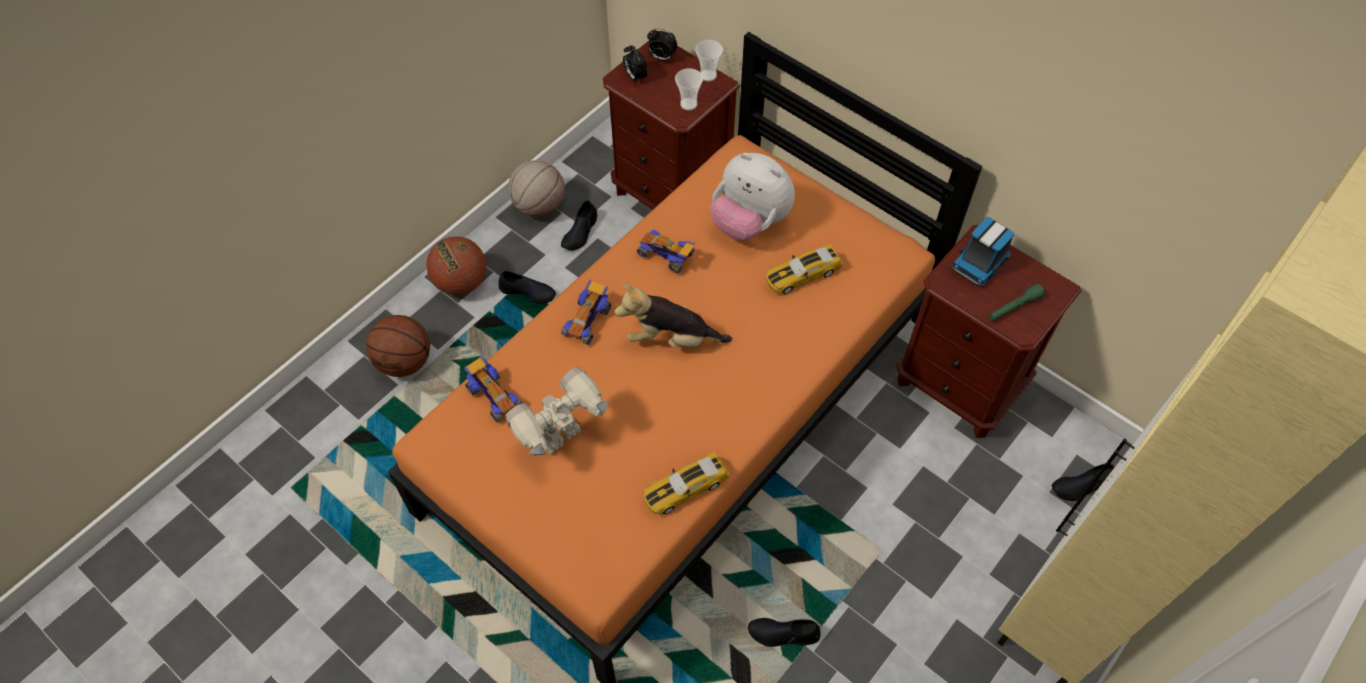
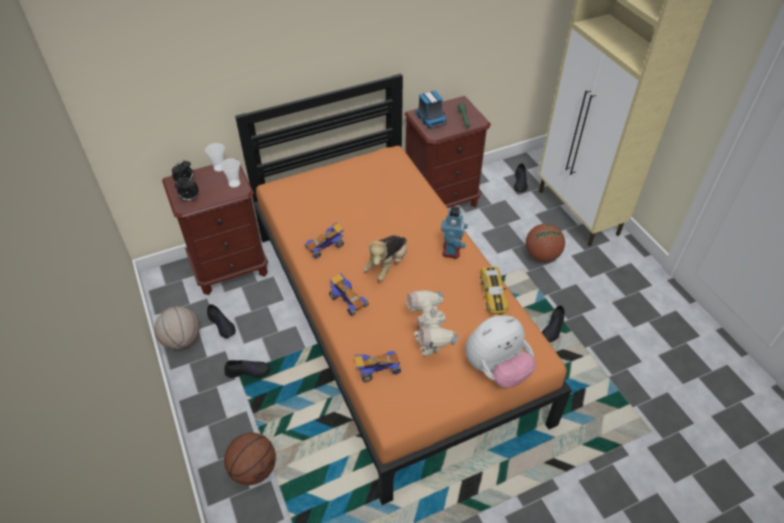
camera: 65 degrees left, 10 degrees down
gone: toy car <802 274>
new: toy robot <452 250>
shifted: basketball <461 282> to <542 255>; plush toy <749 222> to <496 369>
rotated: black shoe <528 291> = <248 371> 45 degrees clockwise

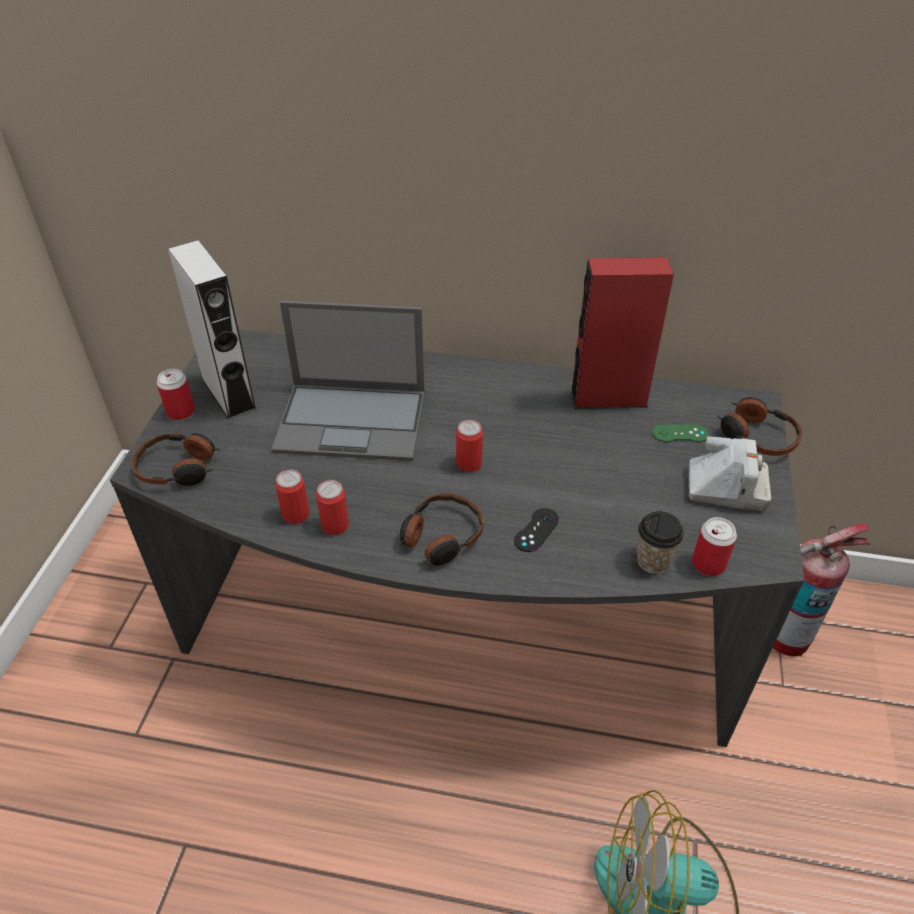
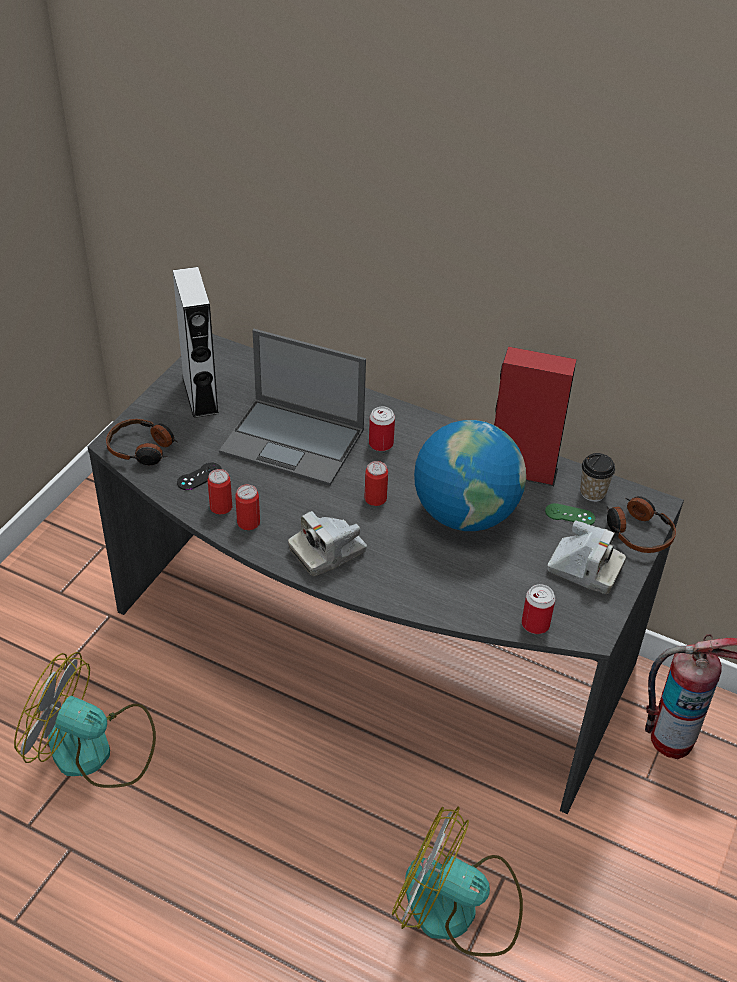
camera: 15 degrees right, 0 degrees up
new: fan <95 750>; globe <464 514>
shifted: can <181 412> to <381 444>; black game controller <536 530> to <199 476>; cup <653 561> to <592 493>
swapped: headphones <440 537> to photo camera <327 552>

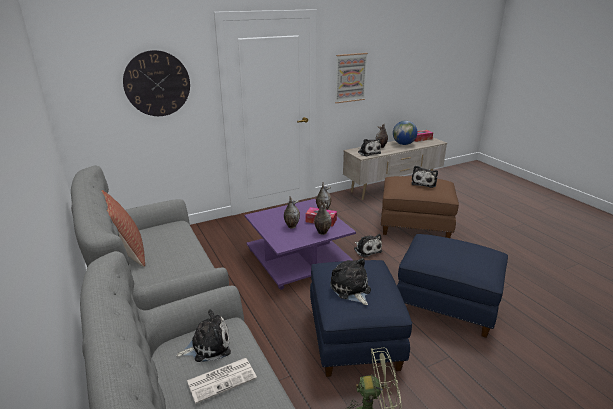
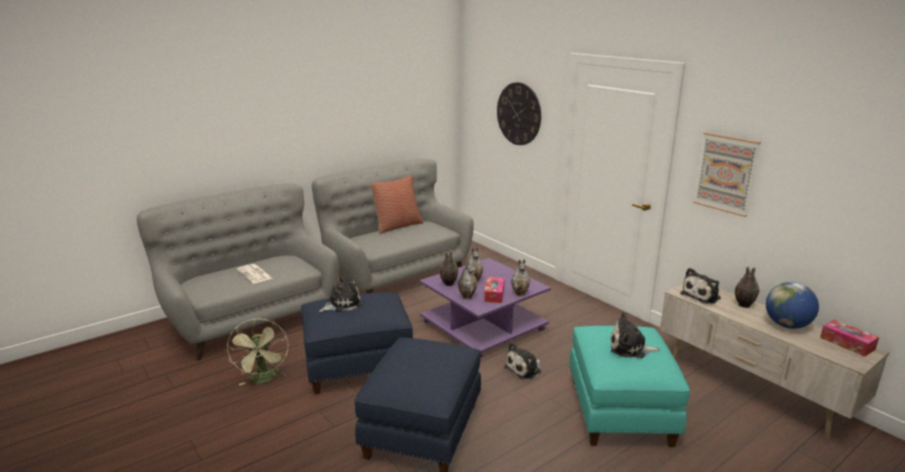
camera: 80 degrees right, 5 degrees down
gone: plush toy <208 346>
new: vase <448 284>
repainted: brown ottoman <415 225> to turquoise ottoman <621 412>

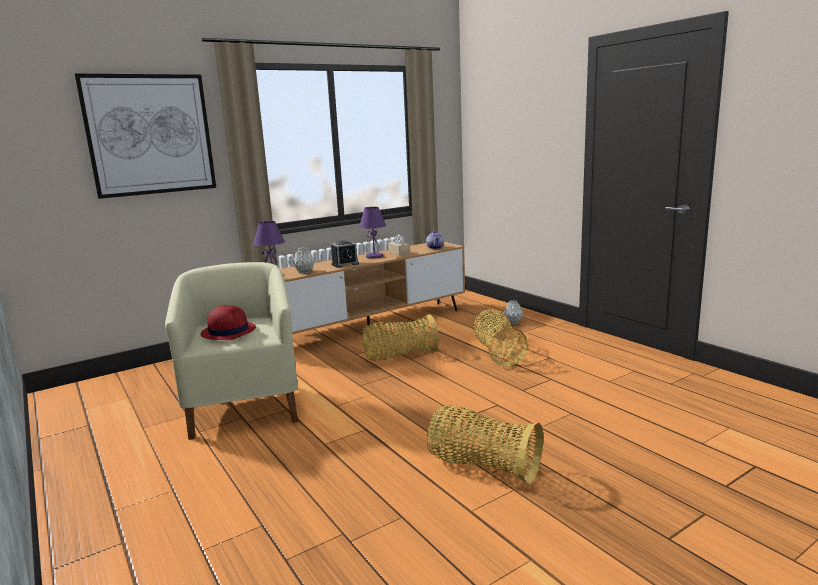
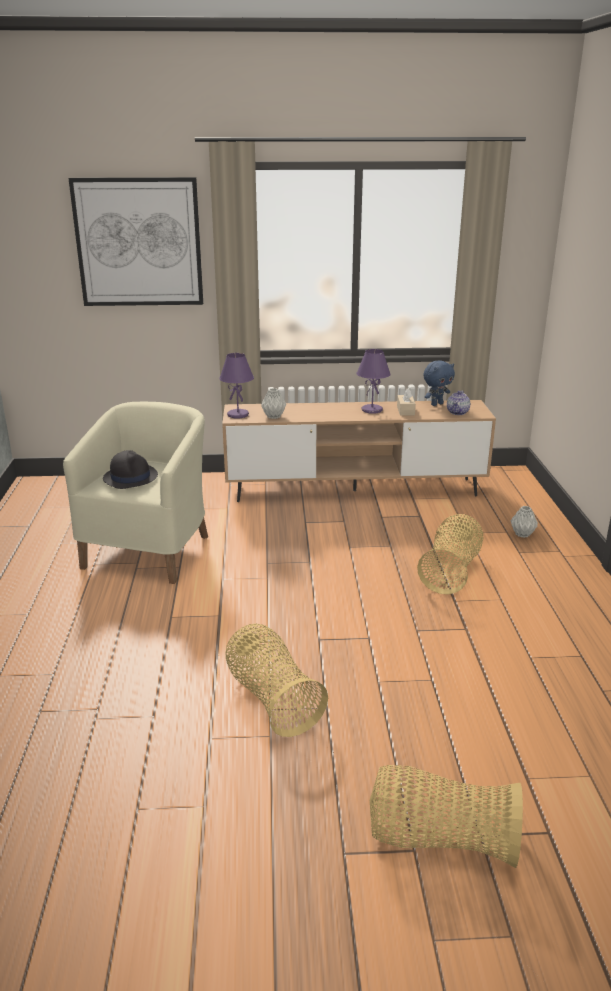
camera: 30 degrees right, 10 degrees up
gone: alarm clock <345 264>
new: blue plush toy <436 404>
shifted: basket <399 356> to <440 839>
repainted: red hat <228 331> to black hat <130 477>

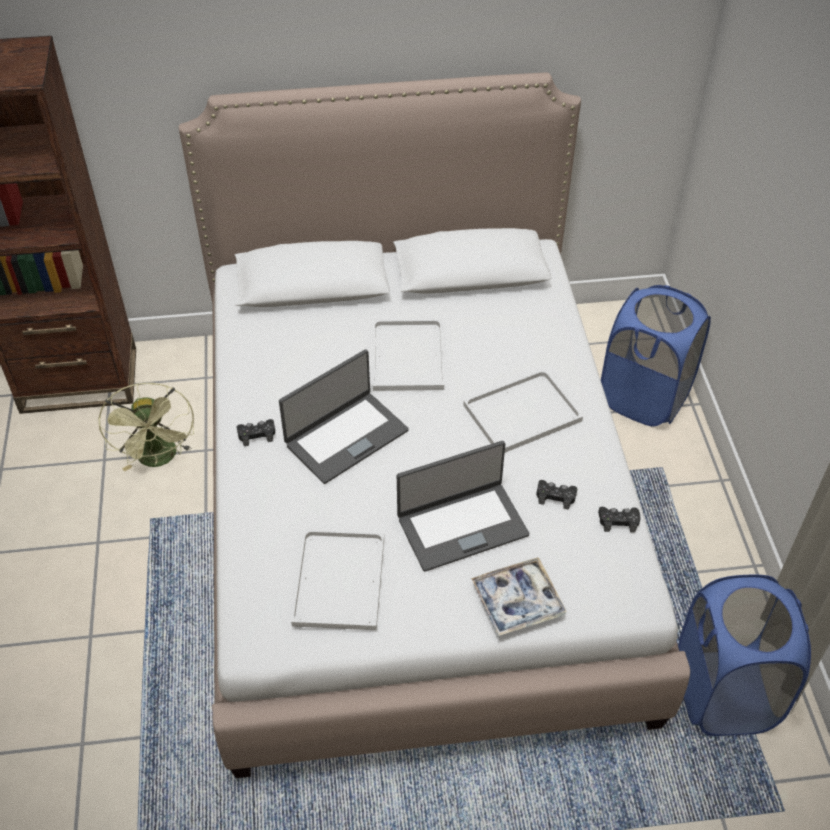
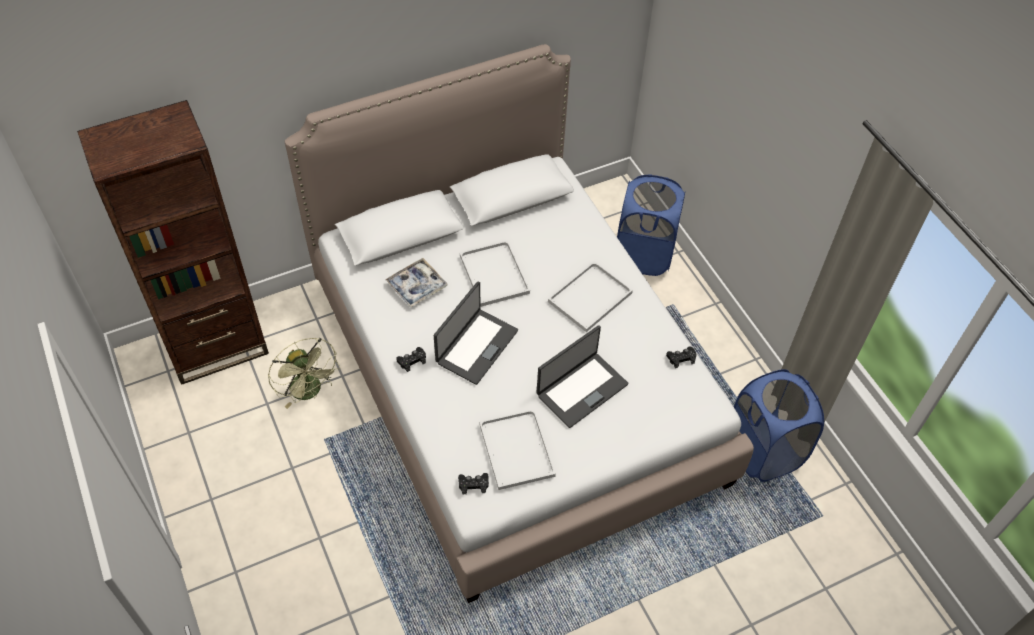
camera: 20 degrees left, 5 degrees up
shifted: tray <517 601> to <417 286>; black game controller <555 496> to <473 484>

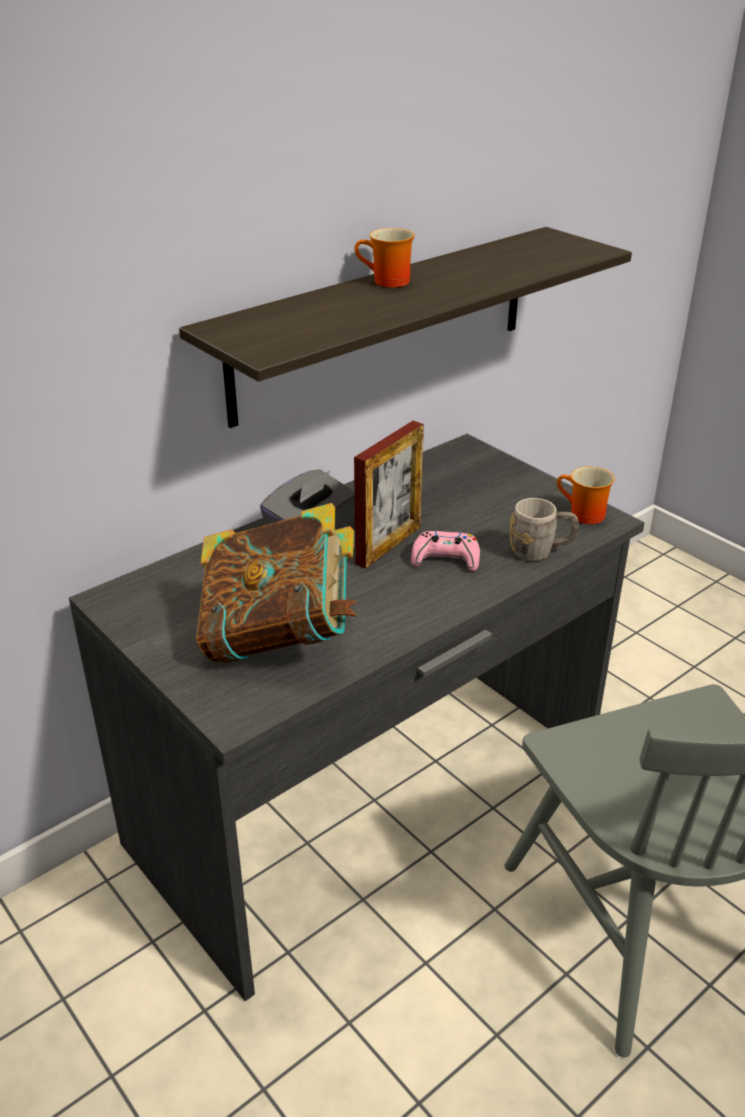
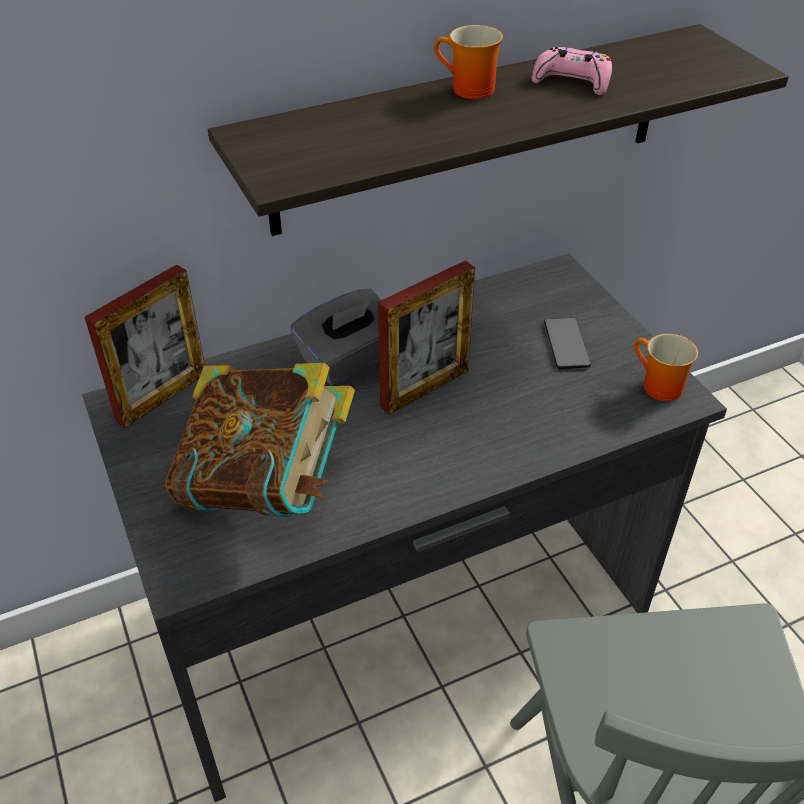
camera: 15 degrees right, 10 degrees up
gone: grey mug <540 552>
new: picture frame <162 397>; phone <566 344>
shifted: pink game controller <445 559> to <572 81>

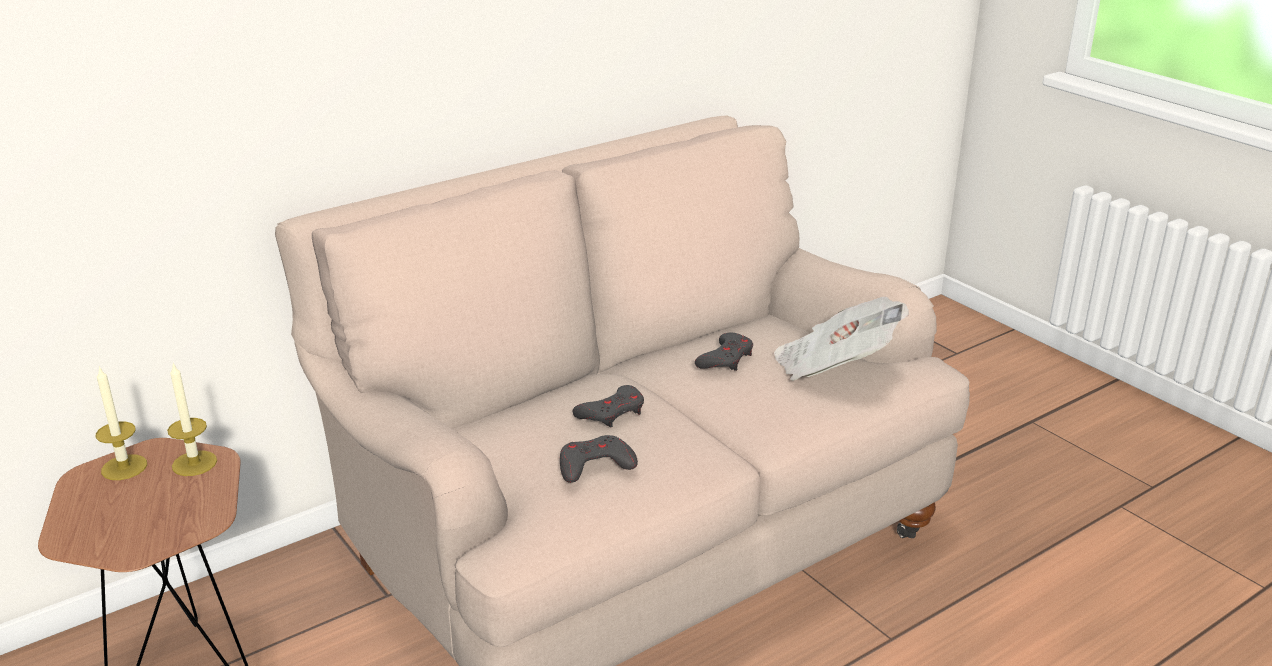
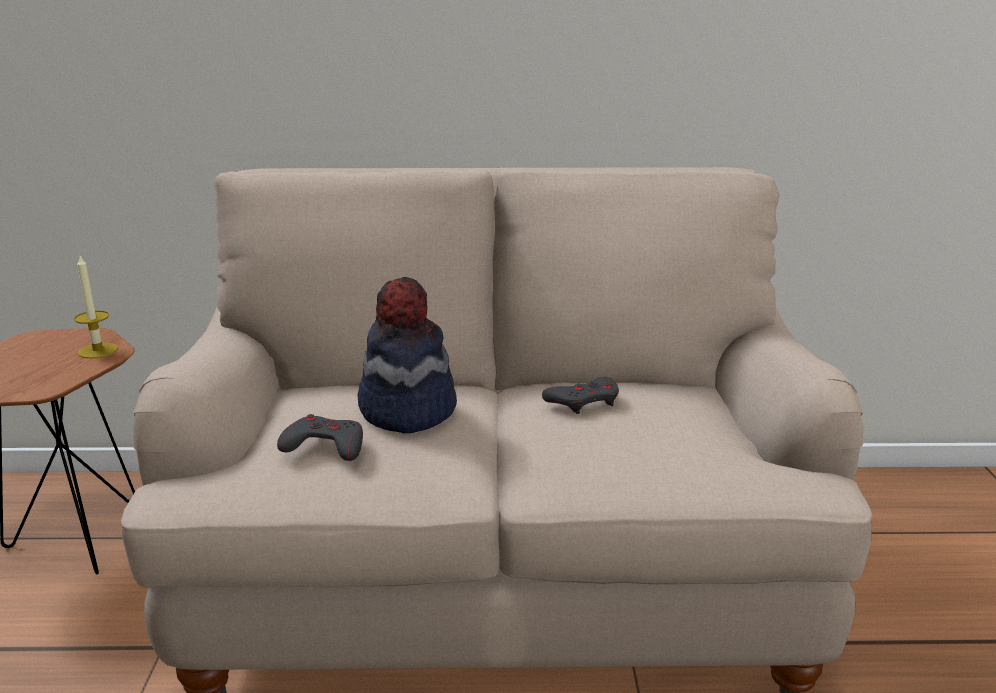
camera: 35 degrees right, 5 degrees down
gone: candle <124 467>; newspaper <834 367>
swapped: grey game controller <612 412> to hat <406 409>

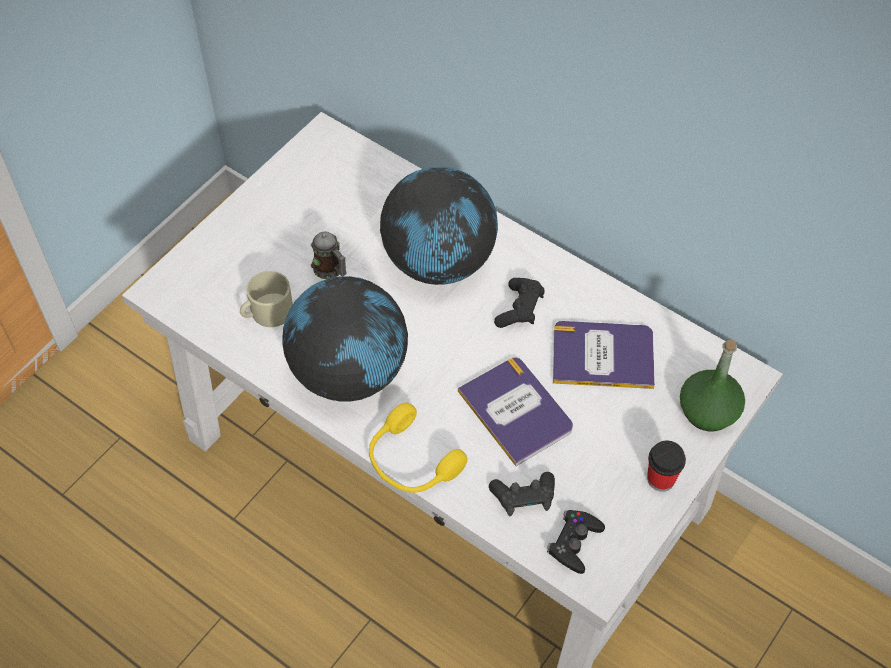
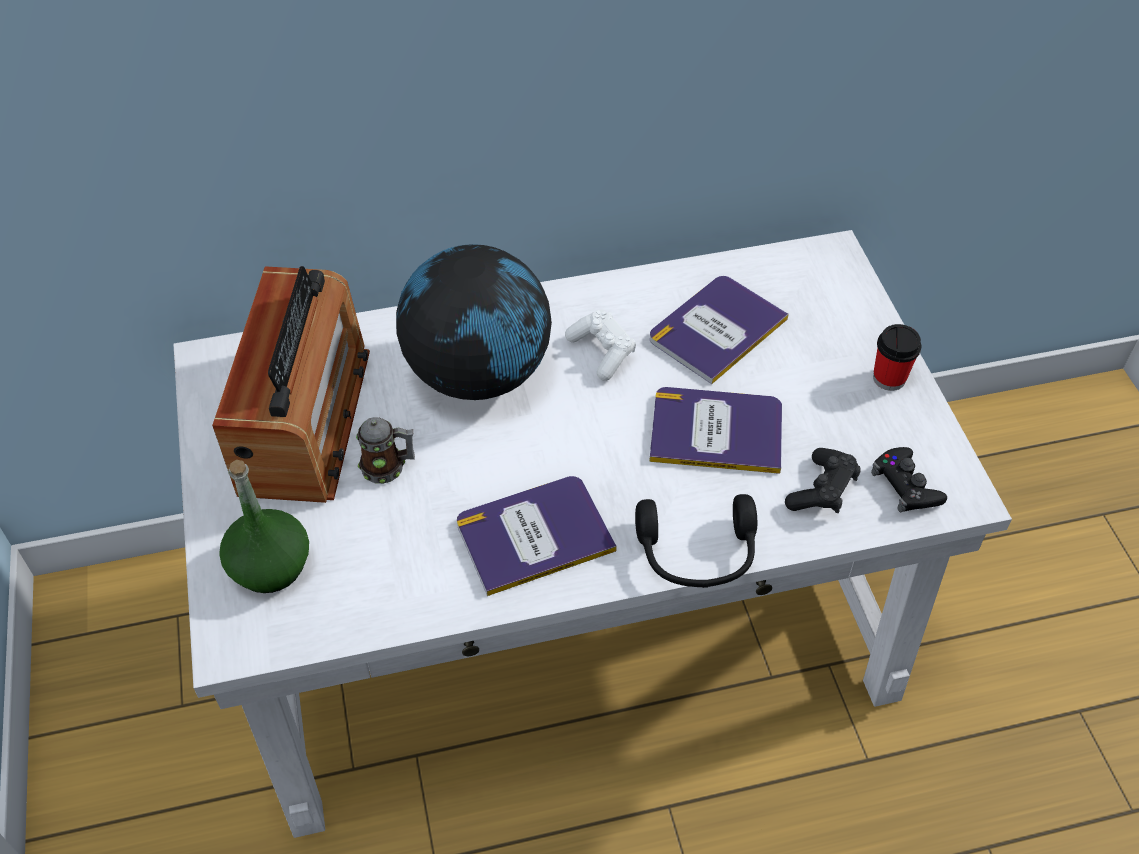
camera: 50 degrees left, 5 degrees down
gone: beige mug <267 312>
new: radio <305 419>
shifted: green bottle <708 411> to <271 566>
swapped: globe <349 372> to book <534 535>
repainted: yellow headphones <411 462> to black headphones <697 555>; black game controller <520 309> to white game controller <602 352>

